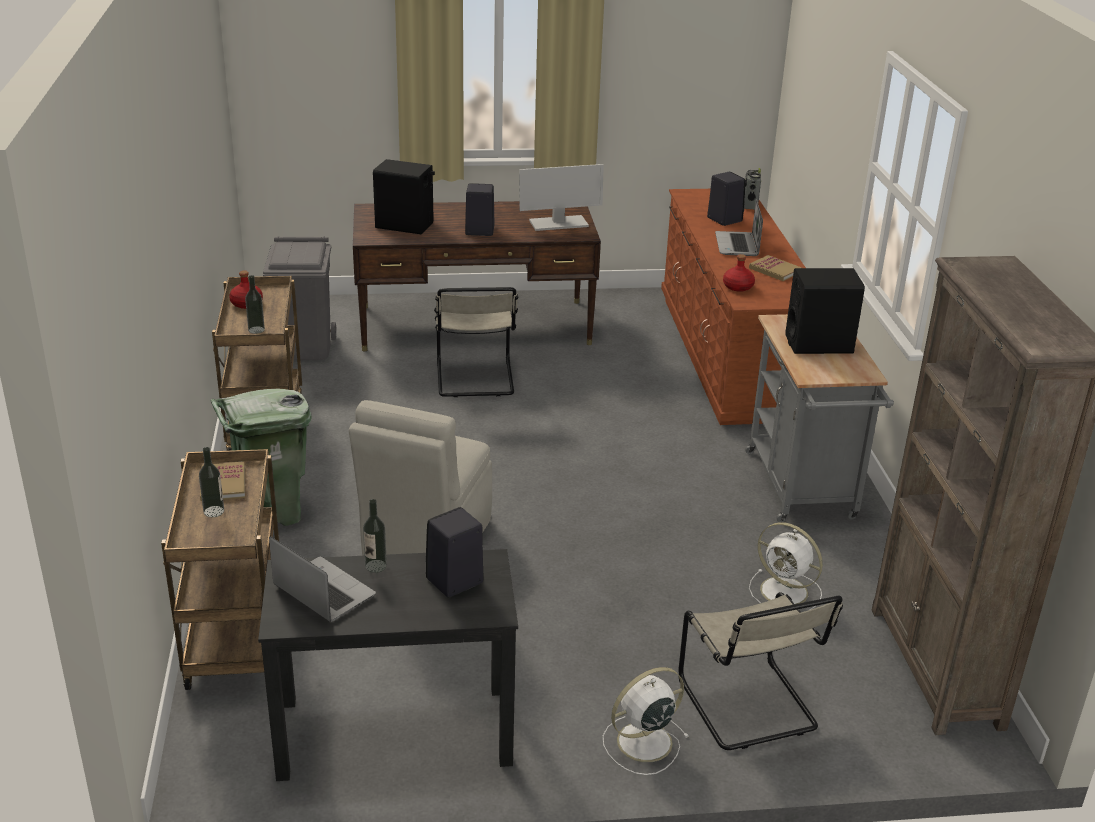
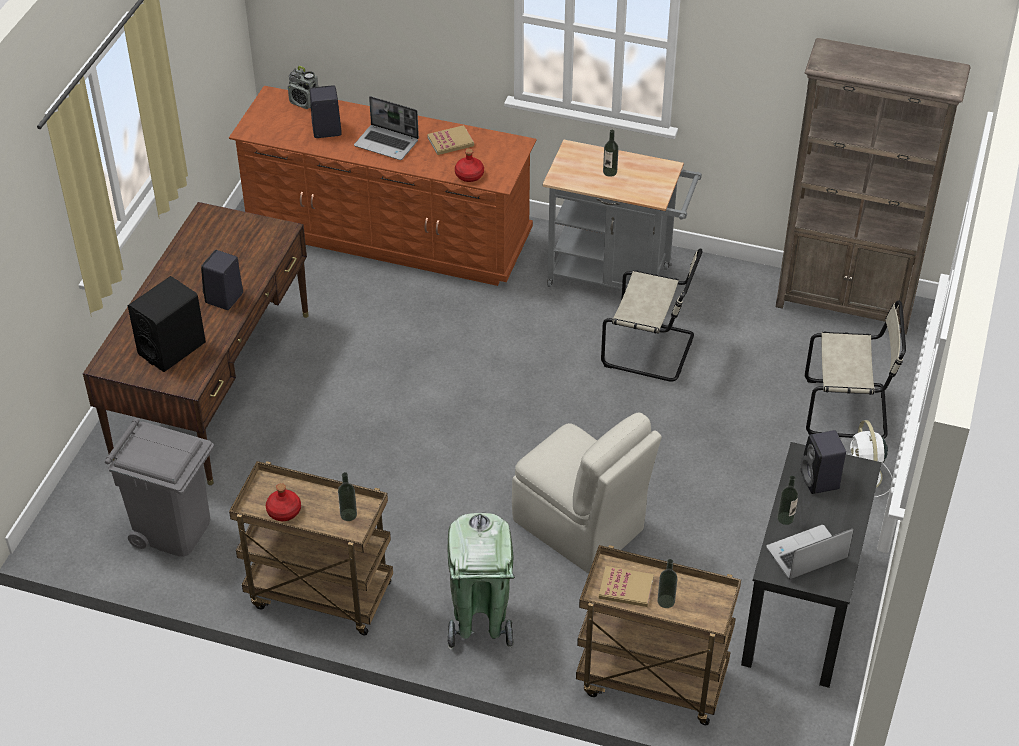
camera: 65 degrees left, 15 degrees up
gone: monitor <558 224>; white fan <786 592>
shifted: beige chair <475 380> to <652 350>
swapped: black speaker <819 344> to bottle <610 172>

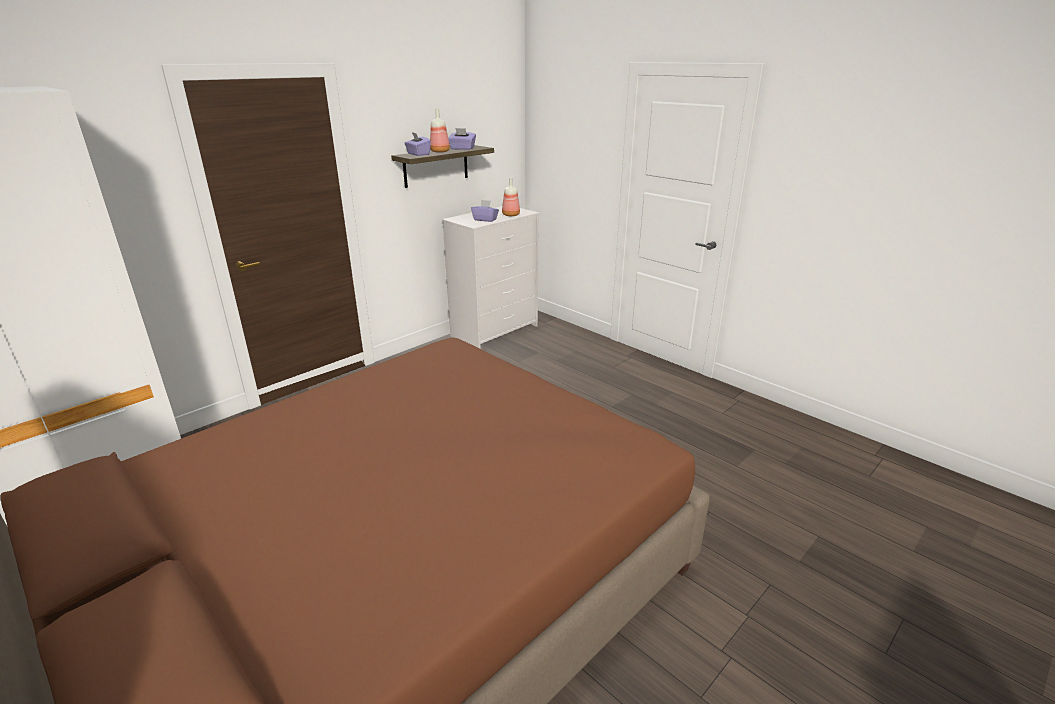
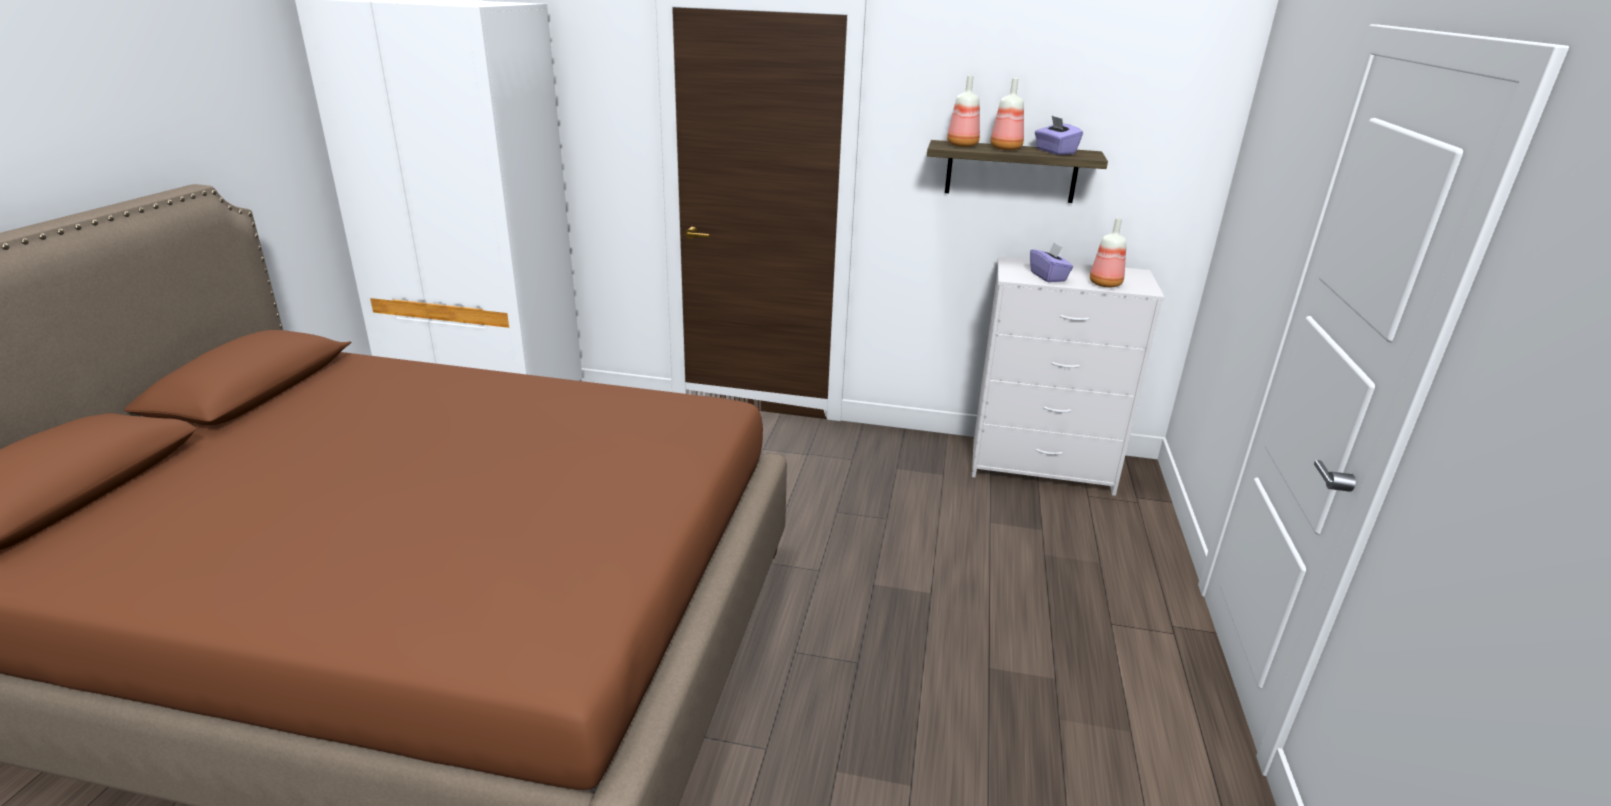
camera: 55 degrees right, 0 degrees up
swapped: purple tissue box <418 154> to bottle <963 145>

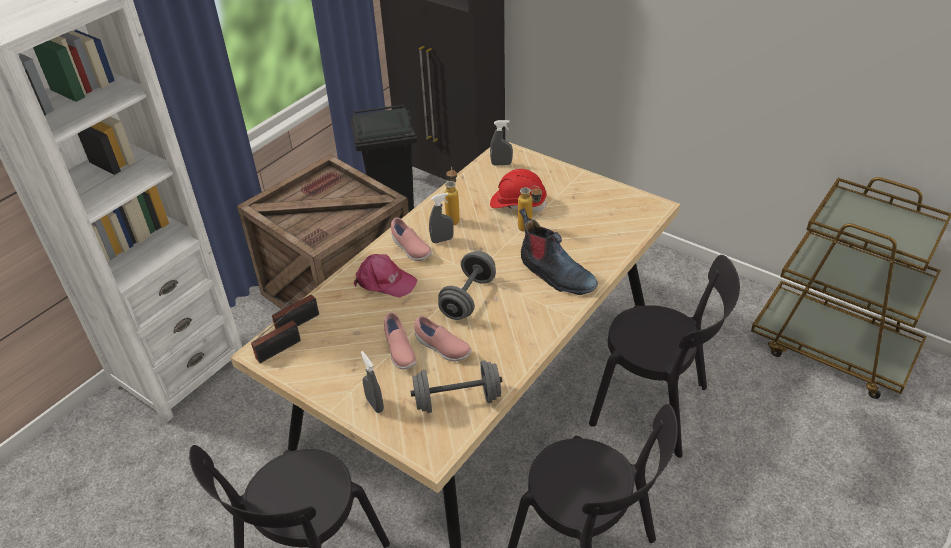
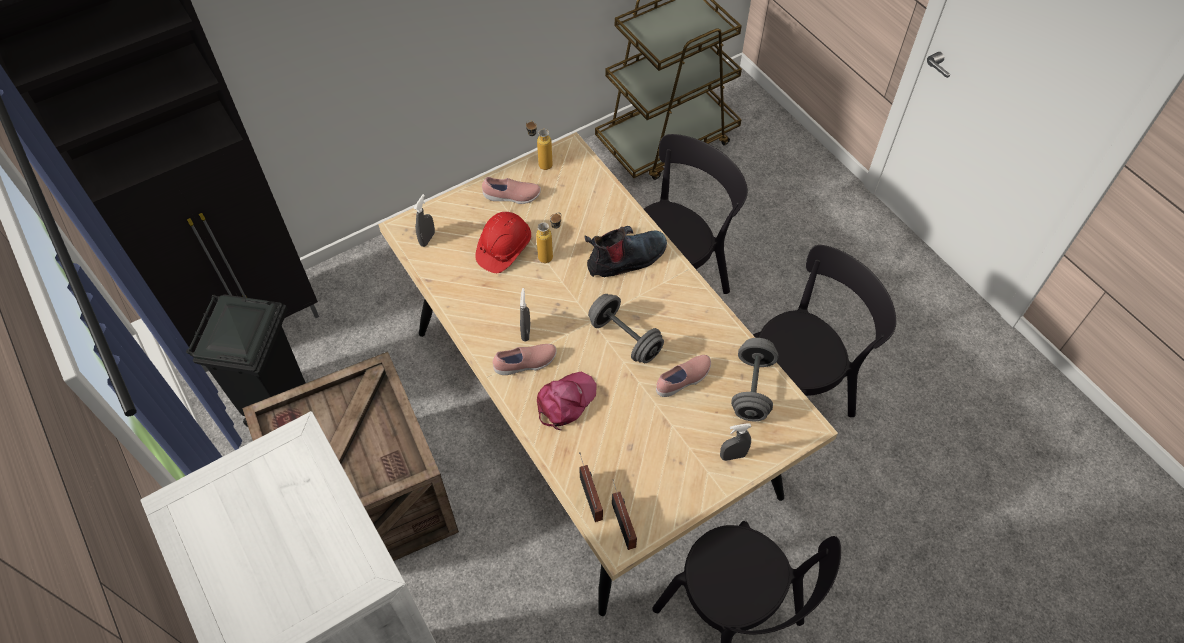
camera: 70 degrees left, 15 degrees up
shifted: pink shoe <399 351> to <512 197>; bottle <453 217> to <540 163>

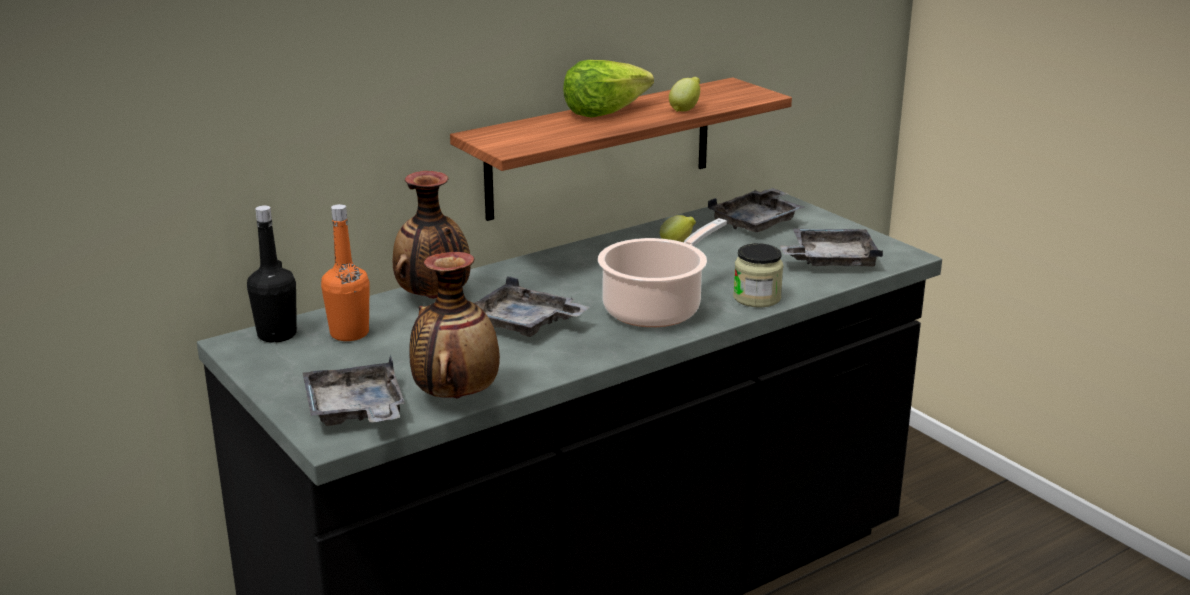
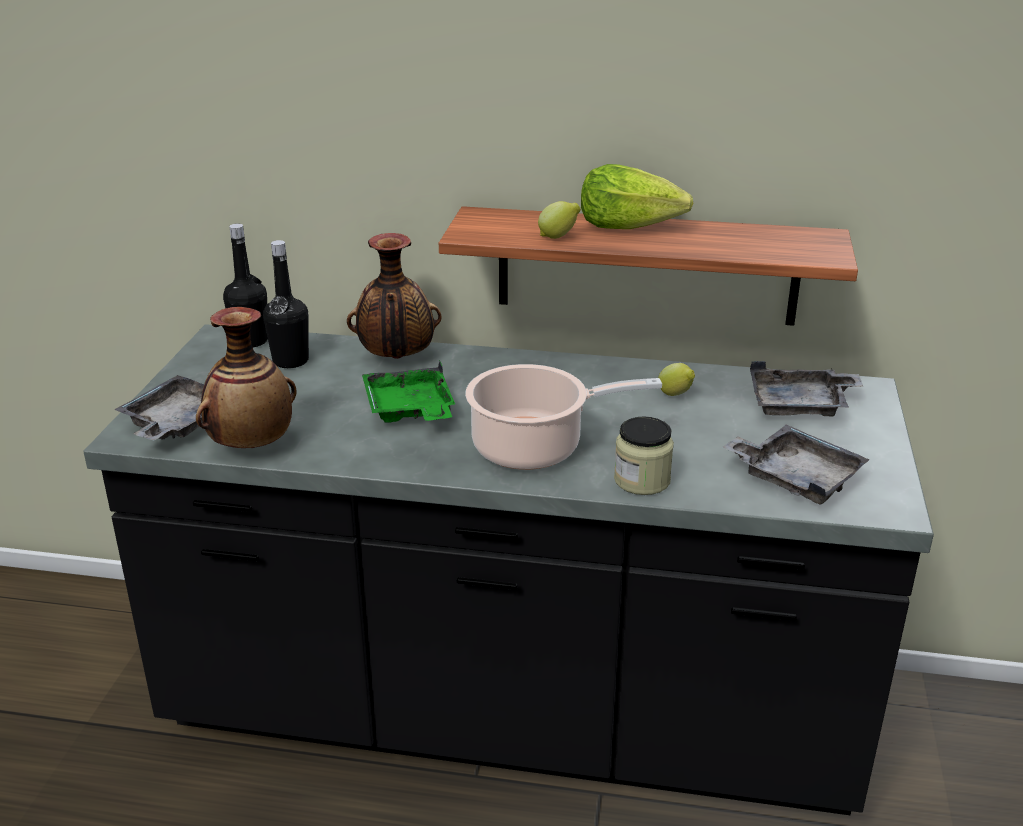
camera: 45 degrees right, 5 degrees up
shifted: lemon <685 109> to <558 237>
repainted: orange bottle <349 333> to black bottle <290 361>; grey tray <523 324> to green tray <410 410>

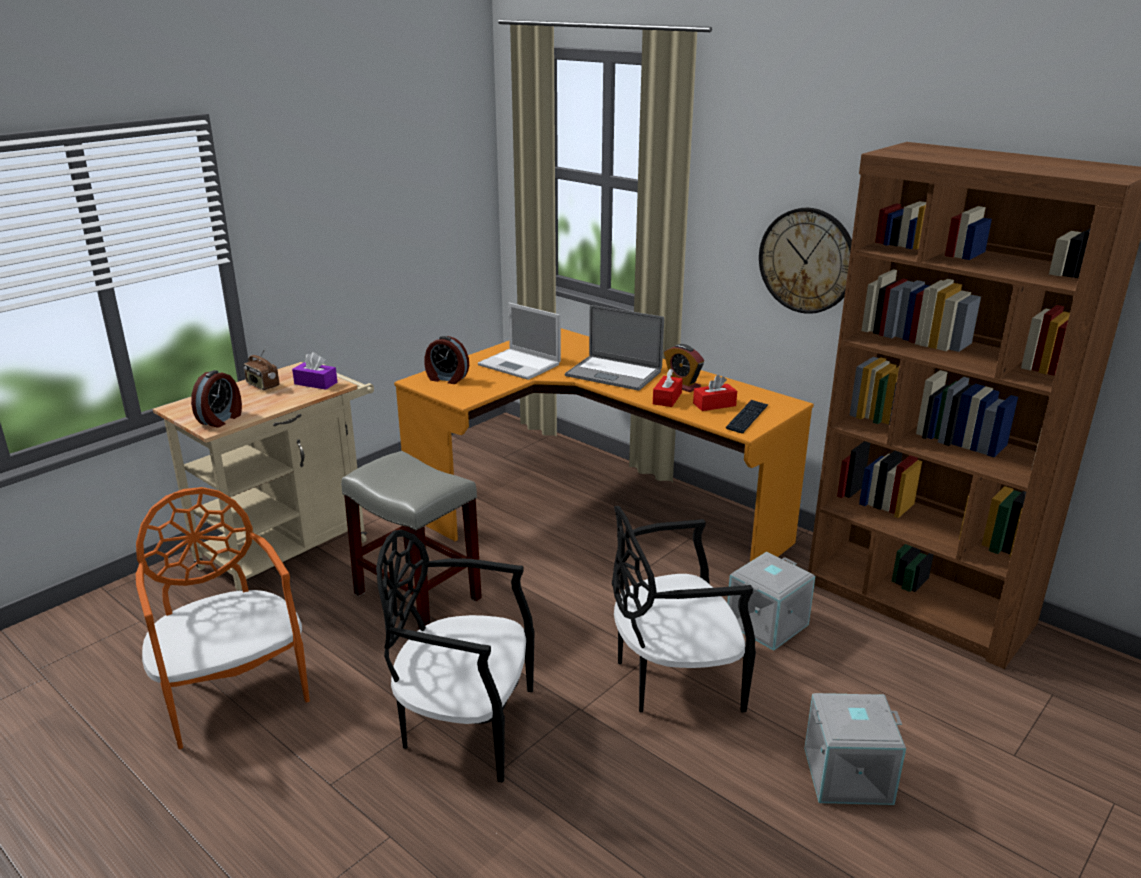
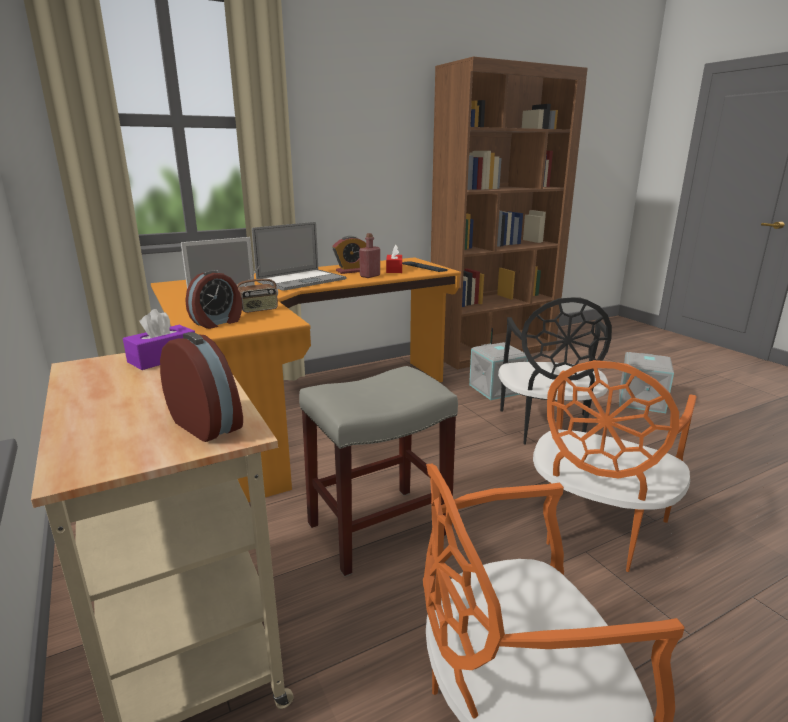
camera: 70 degrees left, 5 degrees down
gone: wall clock <807 260>
shifted: radio <262 385> to <258 310>
swapped: red tissue box <667 398> to red bottle <370 276>
repainted: black chair <464 725> to orange chair <595 529>

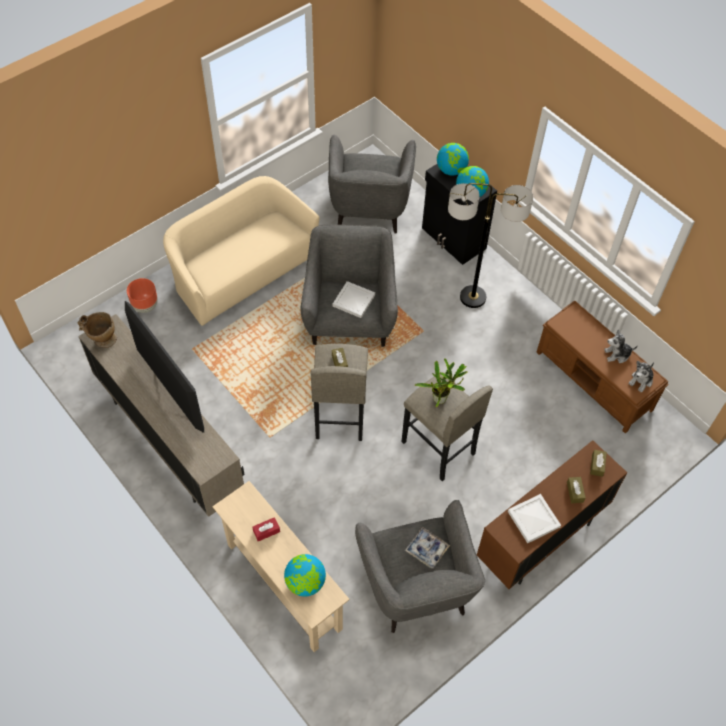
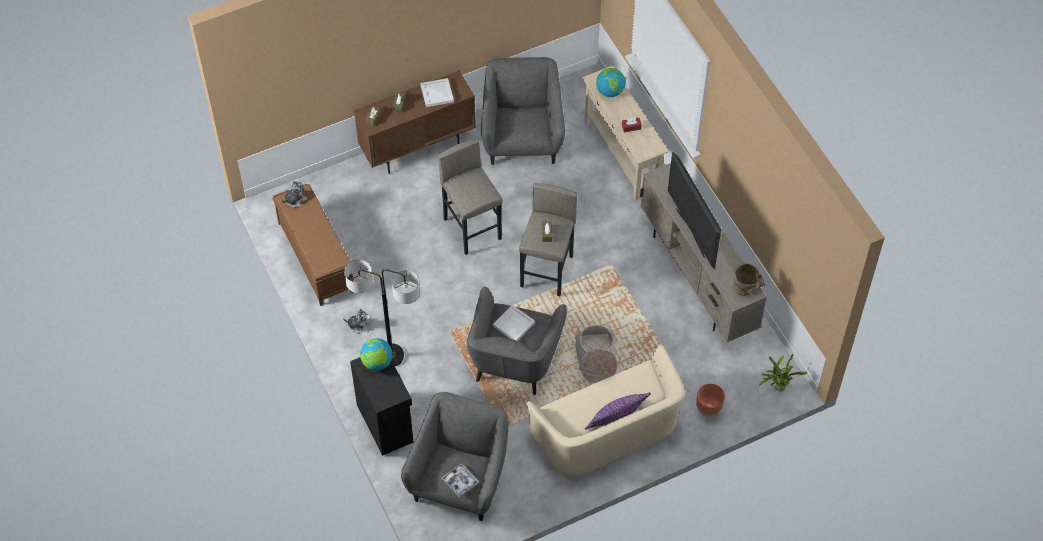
camera: 165 degrees left, 0 degrees up
gone: globe <451 170>
new: basket <596 358>; purple pillow <616 418>
shifted: tray <426 549> to <460 482>; potted plant <441 398> to <778 387>; plush toy <617 354> to <359 325>

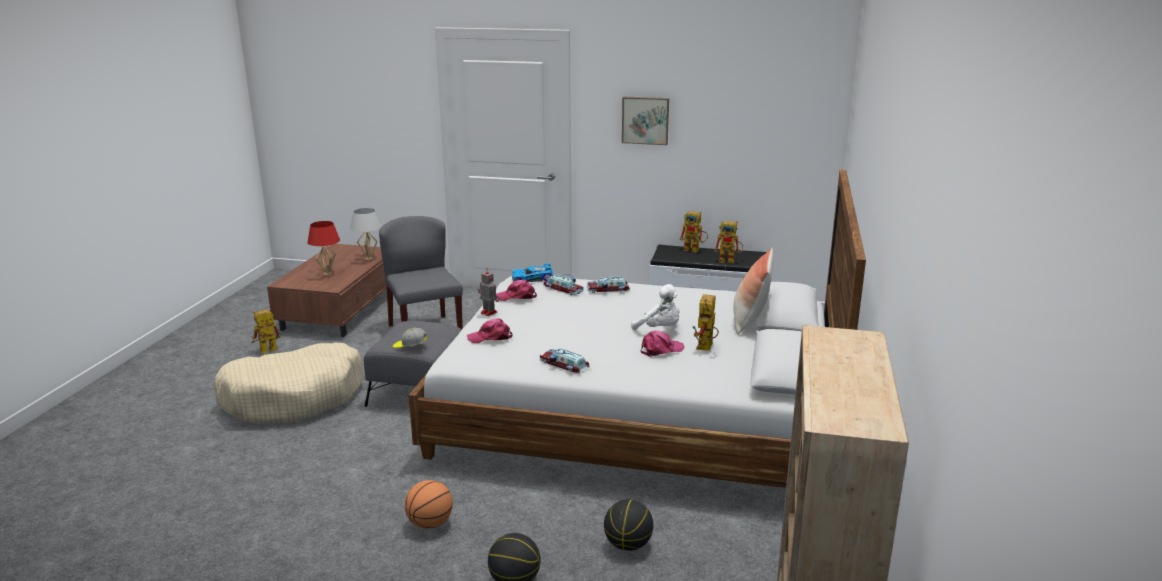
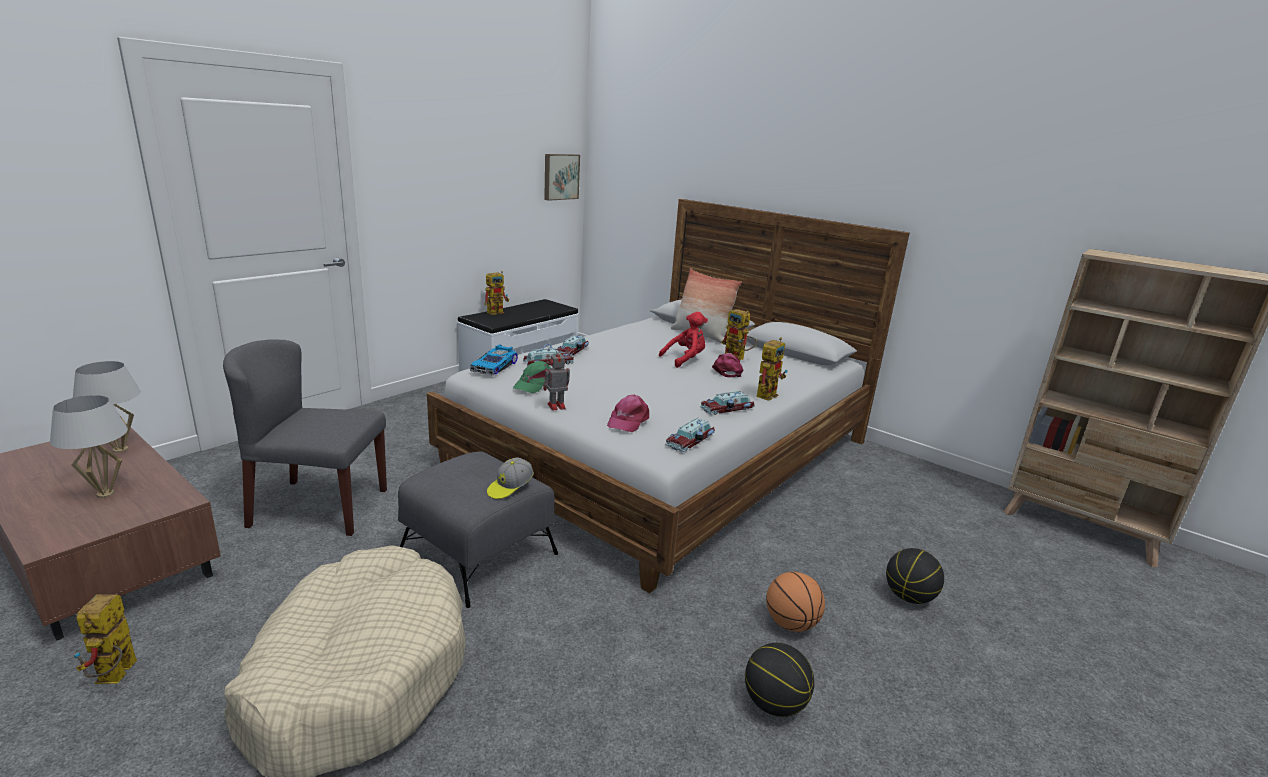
camera: 65 degrees left, 0 degrees up
new: toy car <691 440>
shifted: basketball <628 545> to <774 703>; picture <645 120> to <560 176>; toy robot <730 260> to <767 394>
repainted: red table lamp <327 274> to white table lamp <106 494>; pink cap <517 296> to green cap <534 384>; white plush toy <660 329> to red plush toy <685 360>

